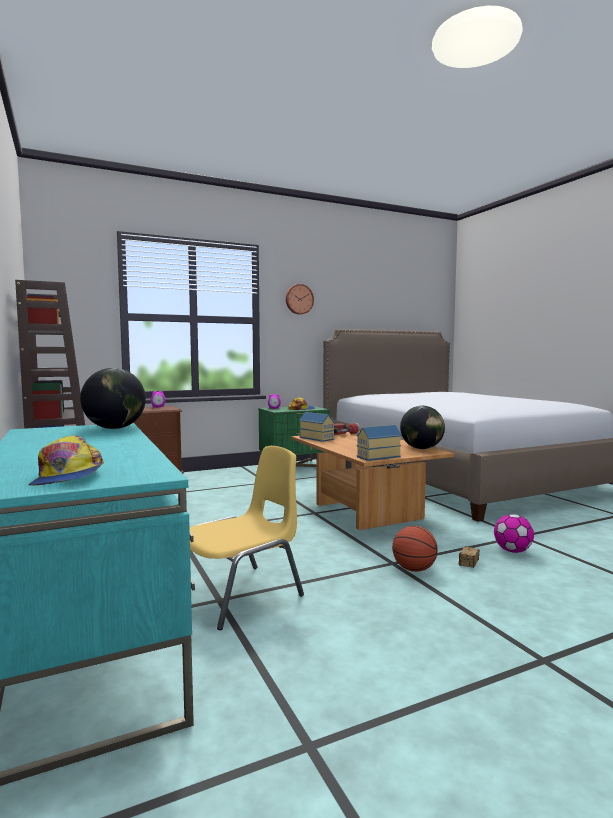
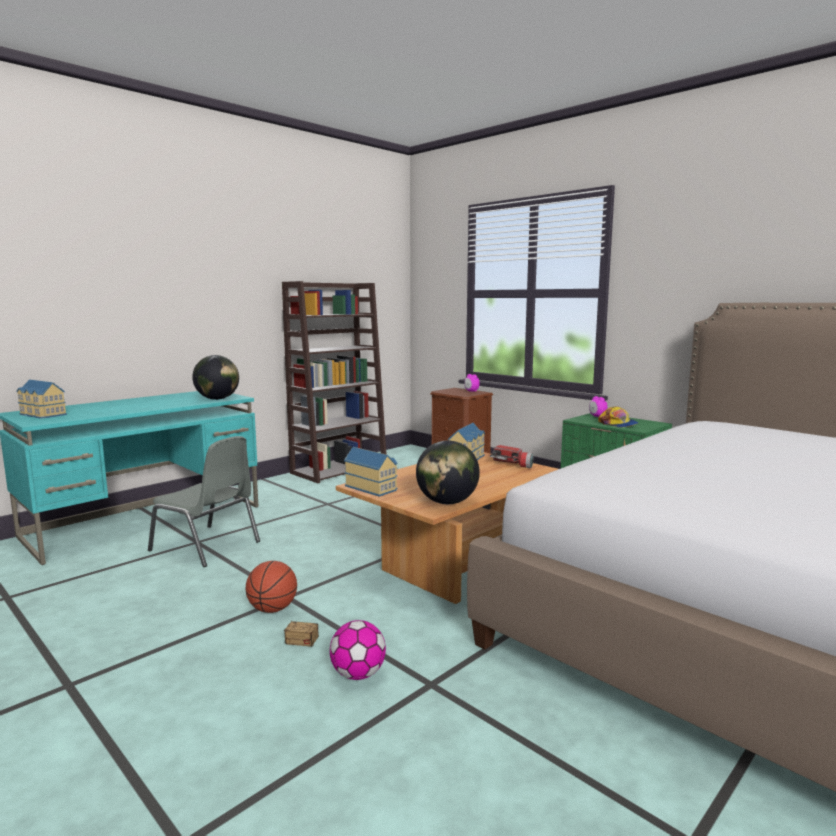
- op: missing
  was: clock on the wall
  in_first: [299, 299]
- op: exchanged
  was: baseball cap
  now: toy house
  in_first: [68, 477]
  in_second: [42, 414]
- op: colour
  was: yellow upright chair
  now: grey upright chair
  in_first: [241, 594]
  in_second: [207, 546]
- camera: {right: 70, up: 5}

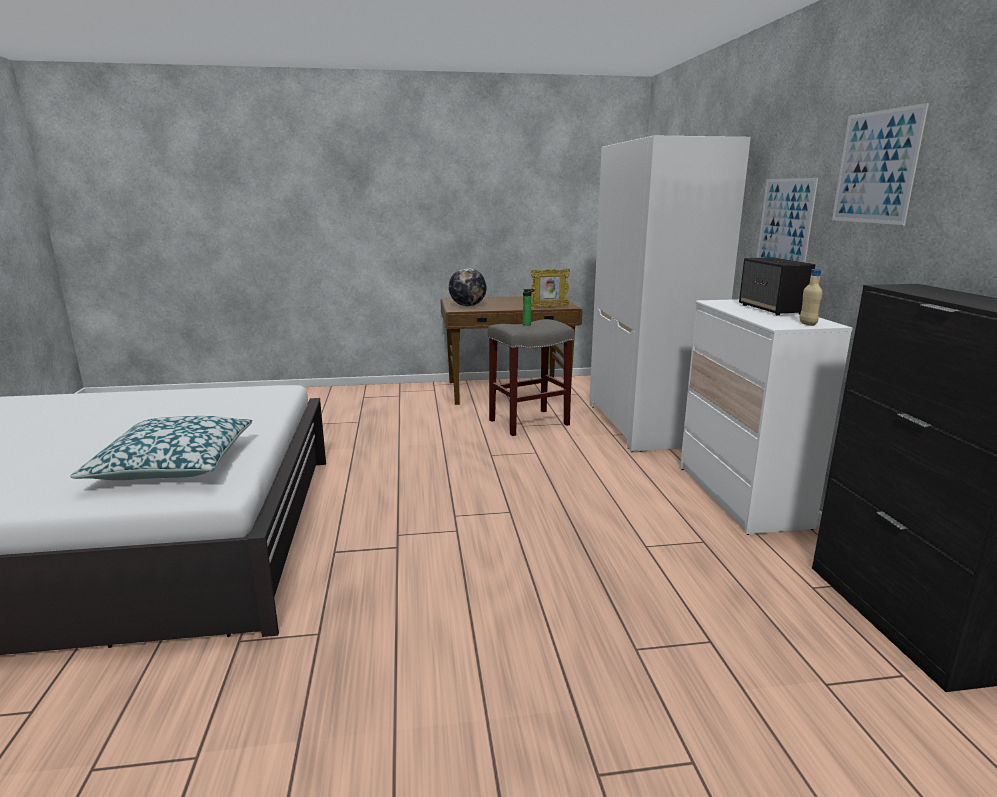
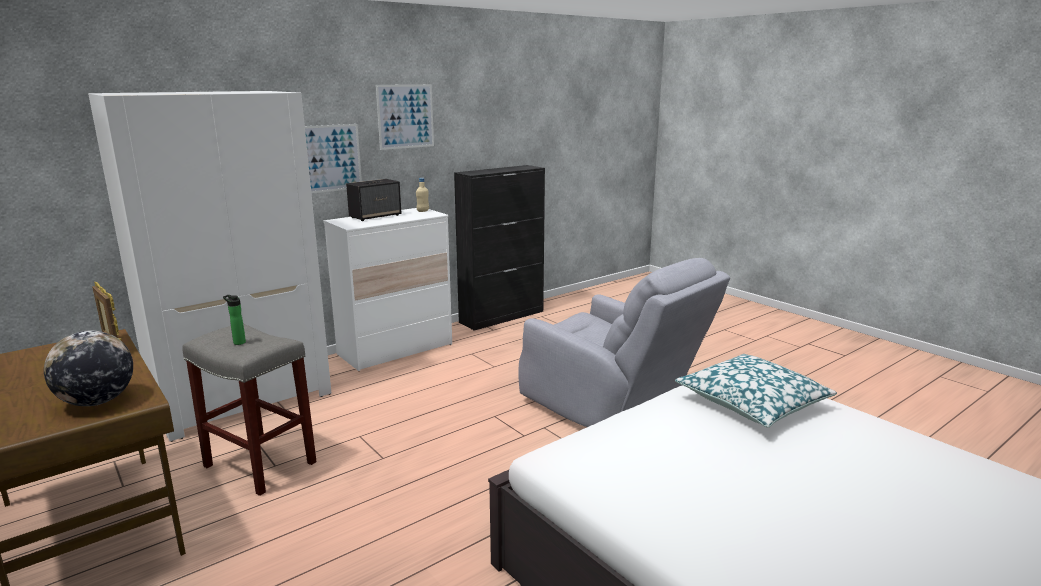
- op: appeared
  now: grey lounge chair
  in_second: [612, 408]
- camera: {right: -120, up: 0}

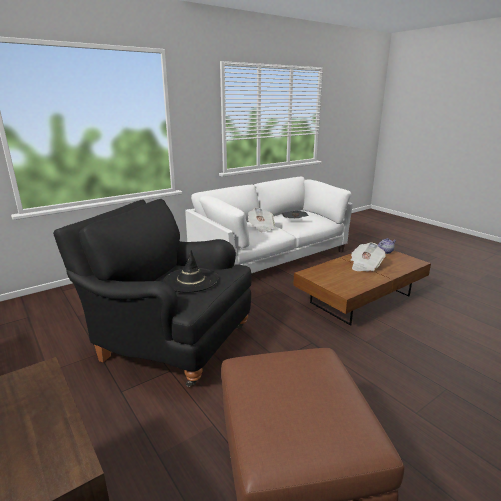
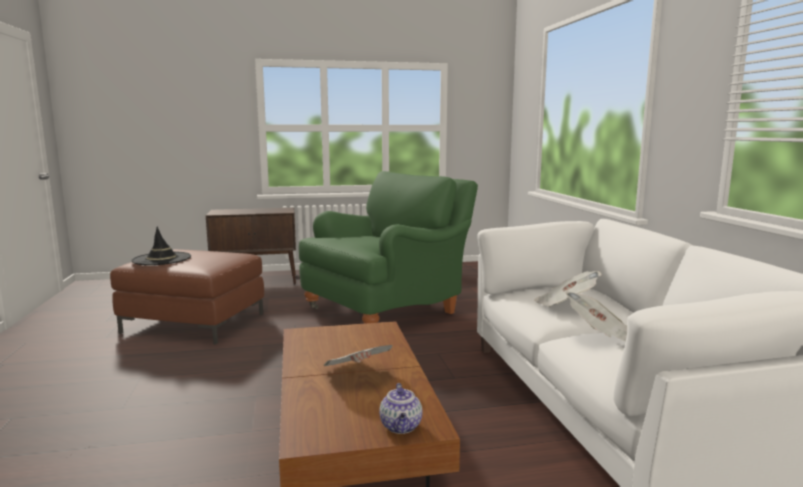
- op: colour
  was: blackish lounge chair
  now: green-coloured lounge chair
  in_first: [169, 340]
  in_second: [388, 309]
- op: relocated
  was: blackish clothing hat
  in_first: [191, 280]
  in_second: [162, 259]
- camera: {right: 115, up: -10}

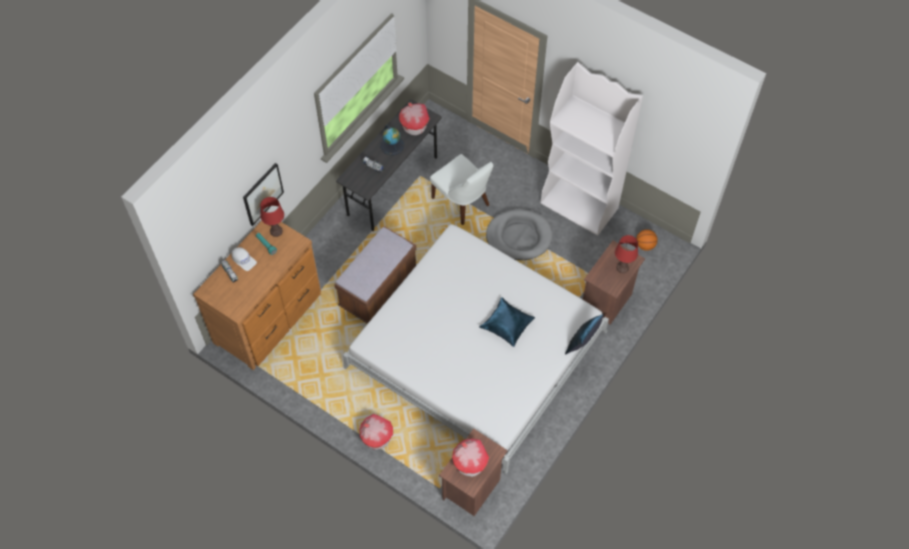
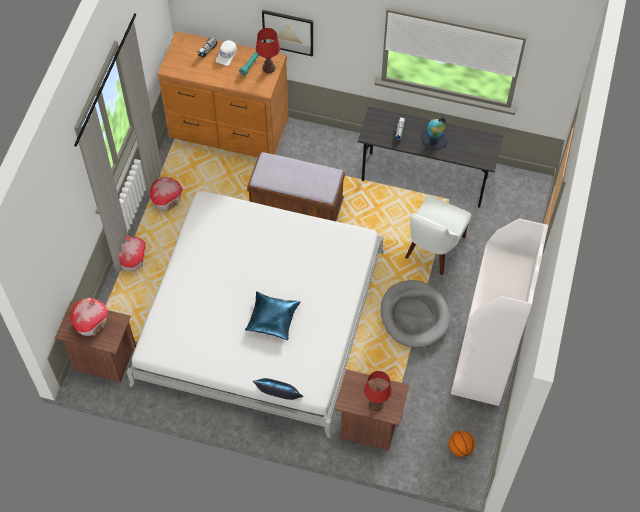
- op: relocated
  was: toy house
  in_first: [414, 126]
  in_second: [167, 200]
- camera: {right: 70, up: 0}

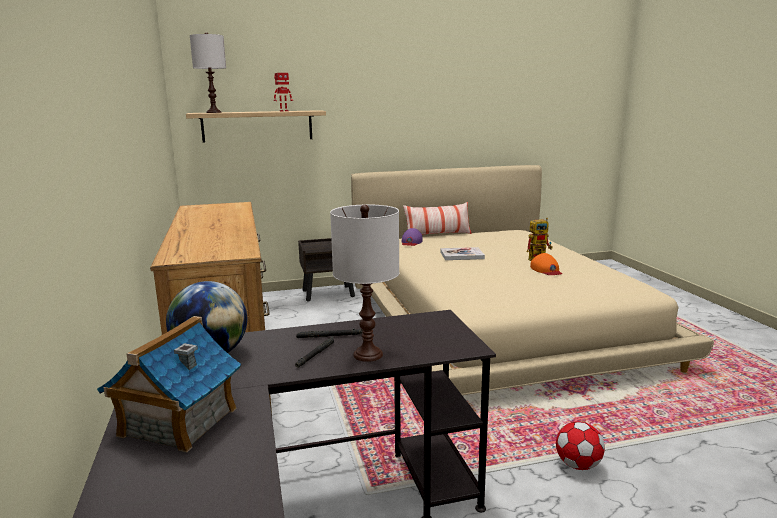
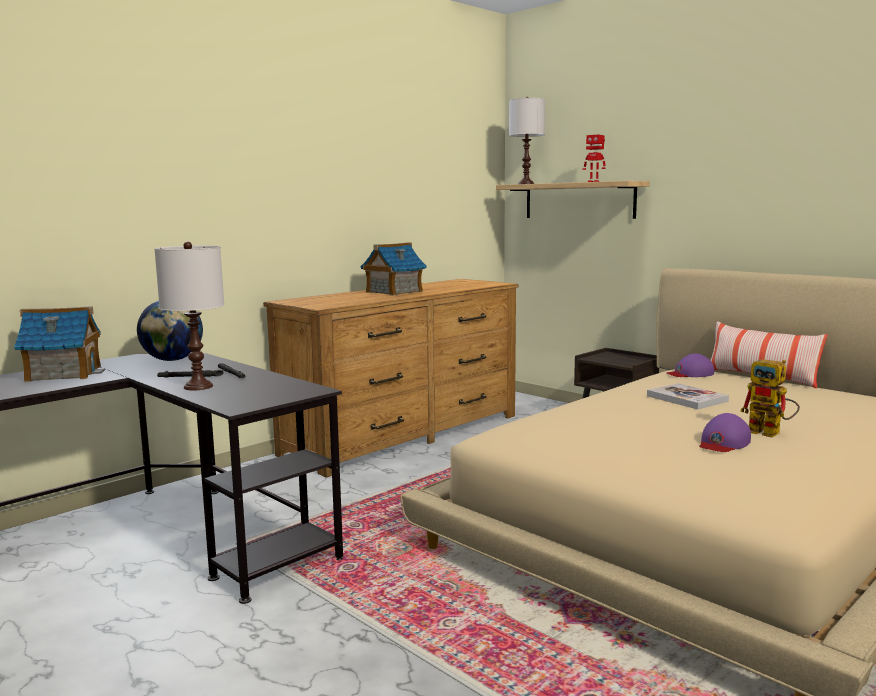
- op: colour
  was: orangey baseball cap
  now: purple baseball cap
  in_first: [546, 270]
  in_second: [723, 442]
- op: missing
  was: ball for football
  in_first: [578, 465]
- op: appeared
  now: toy house
  in_second: [393, 292]
- camera: {right: 60, up: -5}

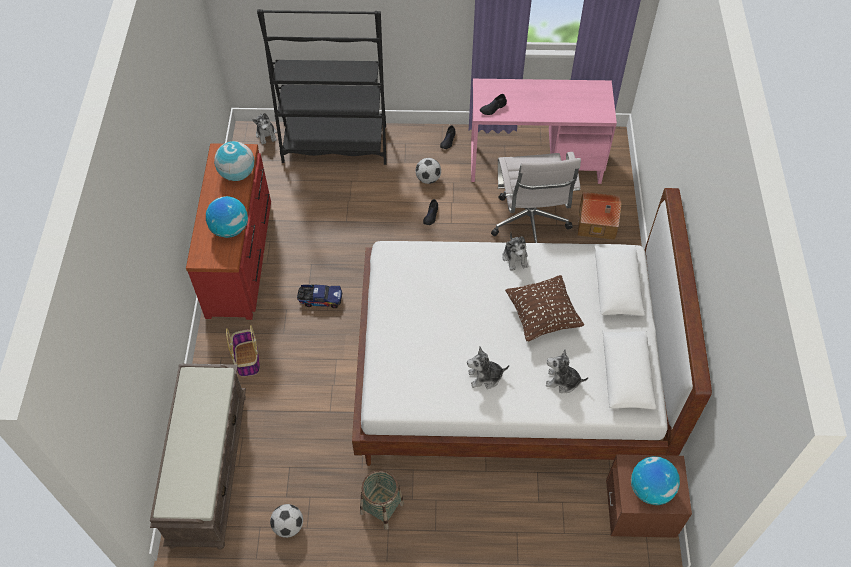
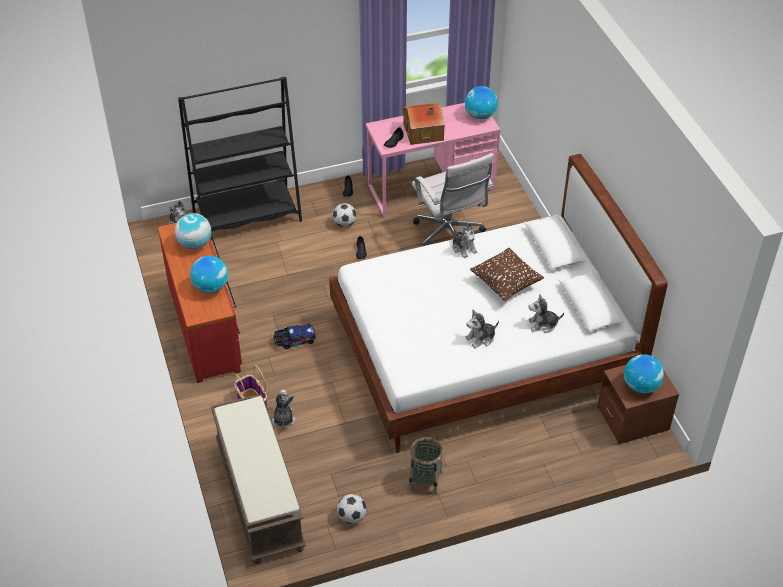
- op: relocated
  was: toy house
  in_first: [597, 223]
  in_second: [424, 132]
- op: appeared
  now: world globe
  in_second: [480, 115]
- op: appeared
  now: soft toy
  in_second: [283, 419]
- camera: {right: -20, up: -10}

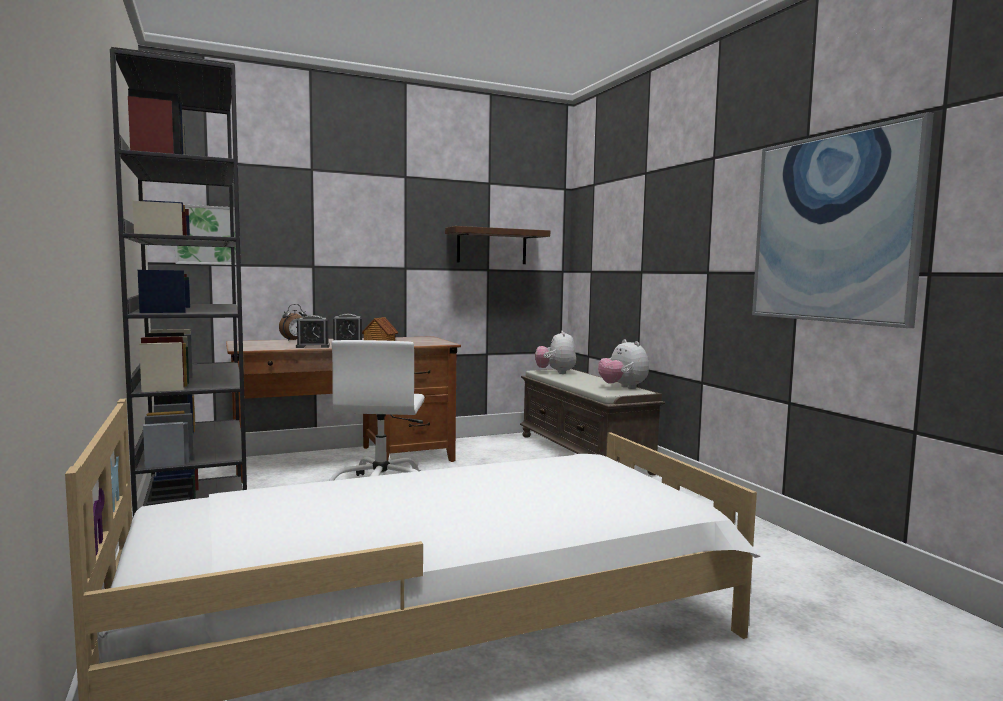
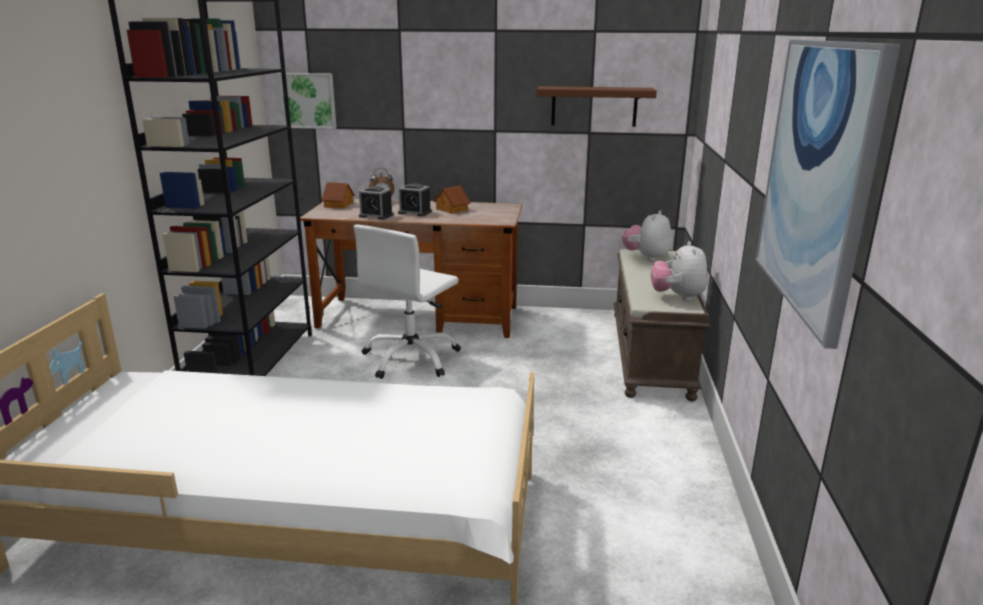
- op: appeared
  now: toy house
  in_second: [339, 205]
- camera: {right: 30, up: 15}

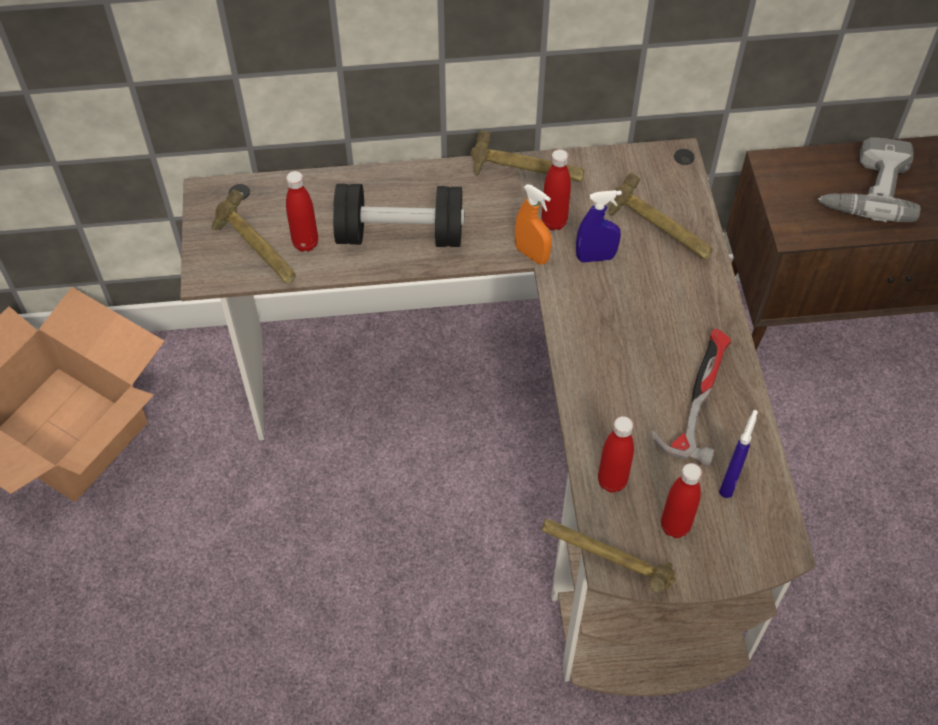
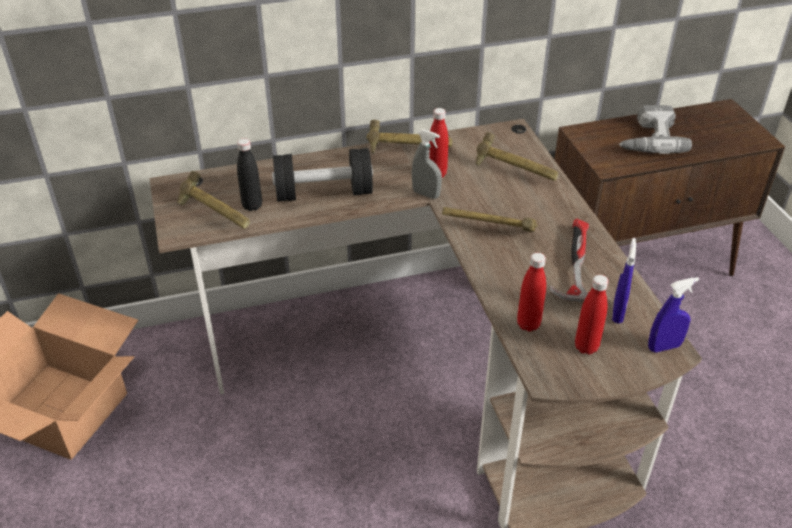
- op: colour
  was: red drink bottle
  now: blackish drink bottle
  in_first: [305, 243]
  in_second: [252, 206]
- op: colour
  was: orangey spray bottle
  now: grey spray bottle
  in_first: [532, 254]
  in_second: [426, 194]
- op: relocated
  was: blue spray bottle
  in_first: [595, 257]
  in_second: [664, 347]
- op: relocated
  was: hammer
  in_first: [606, 561]
  in_second: [488, 229]
- camera: {right: -10, up: -15}

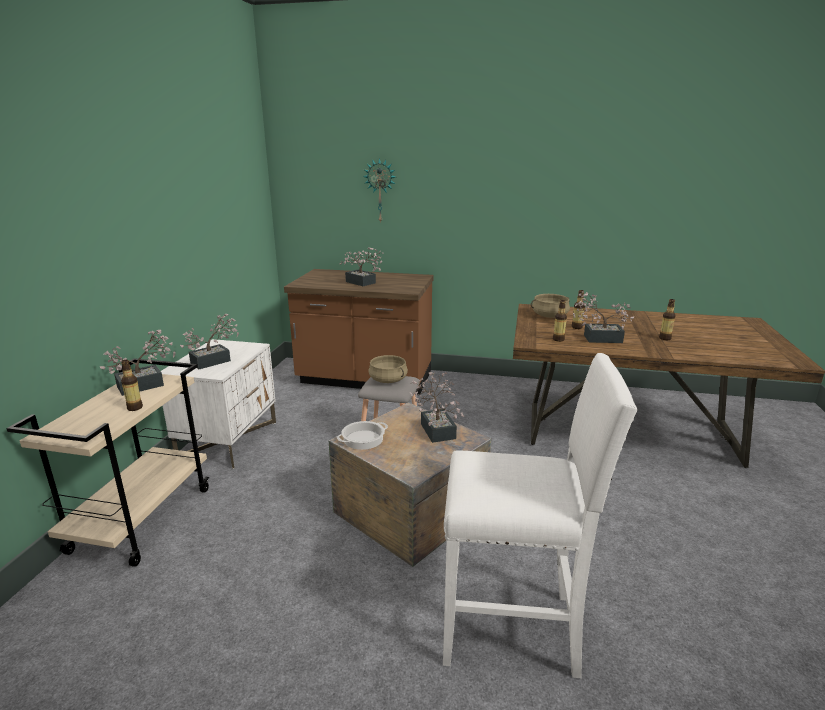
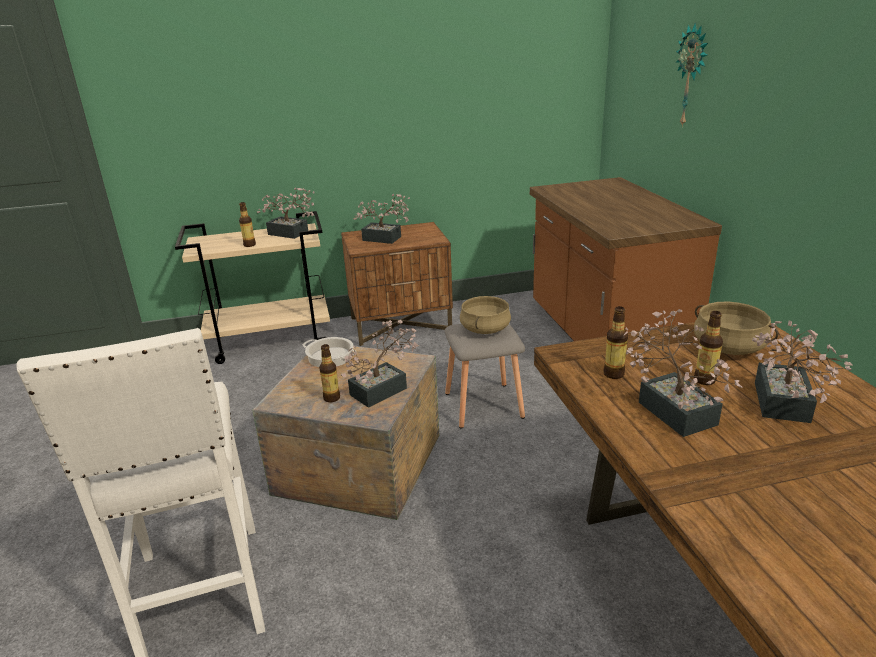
- op: relocated
  was: houseplant
  in_first: [362, 283]
  in_second: [781, 406]
- op: relocated
  was: drink bottle
  in_first: [665, 338]
  in_second: [332, 398]
- op: colour
  was: white nightstand
  now: brown-coloured nightstand
  in_first: [229, 440]
  in_second: [401, 325]
- camera: {right: 65, up: 5}

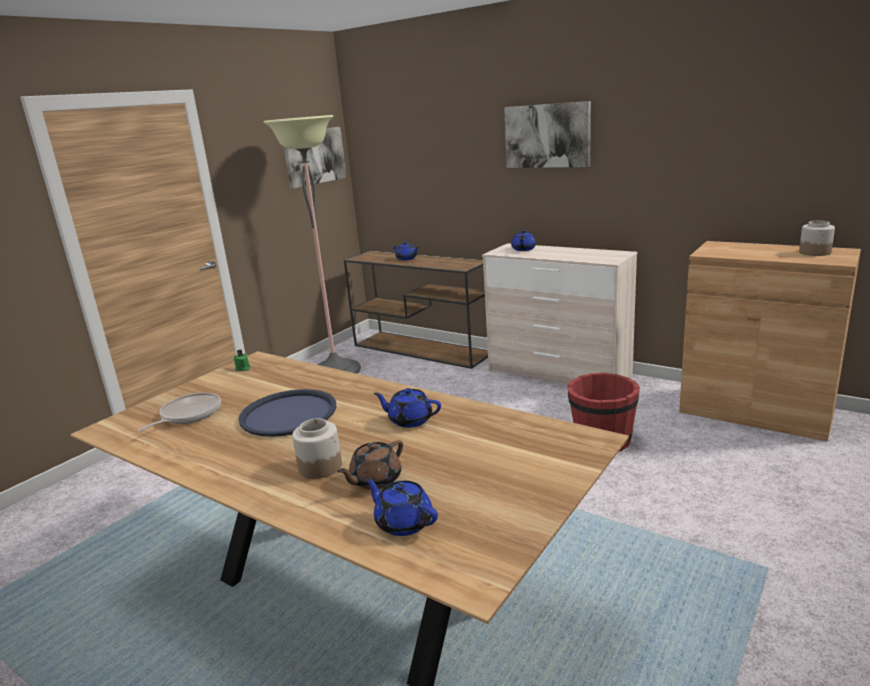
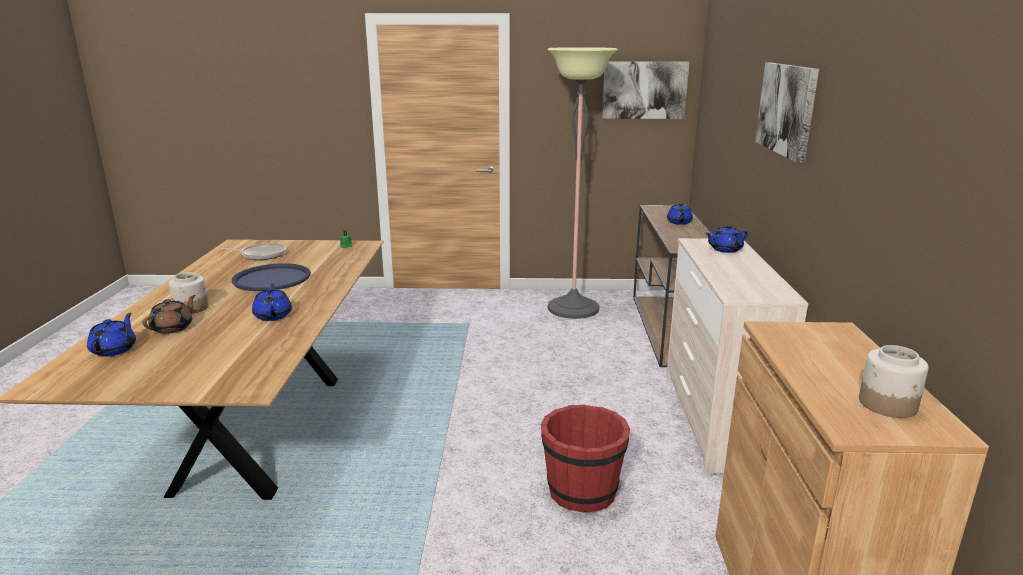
- op: spun
  was: brown-coloured teapot
  in_first: [375, 480]
  in_second: [173, 328]
  clockwise: 105
- camera: {right: 55, up: 0}

